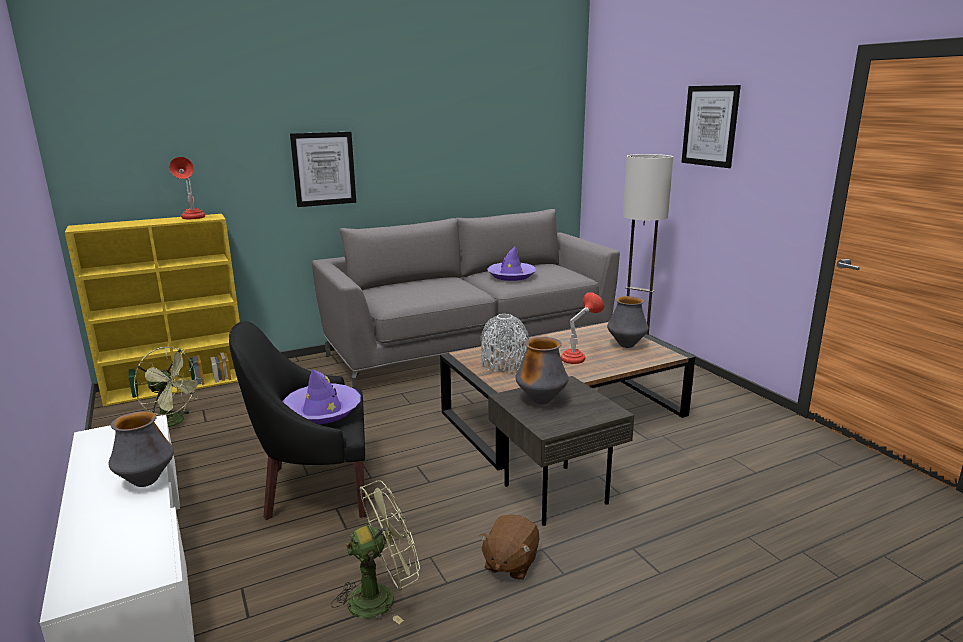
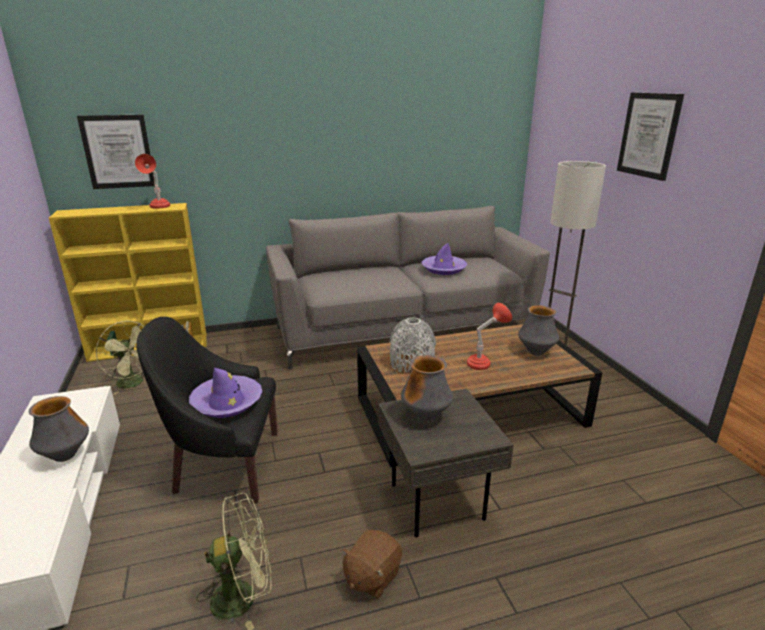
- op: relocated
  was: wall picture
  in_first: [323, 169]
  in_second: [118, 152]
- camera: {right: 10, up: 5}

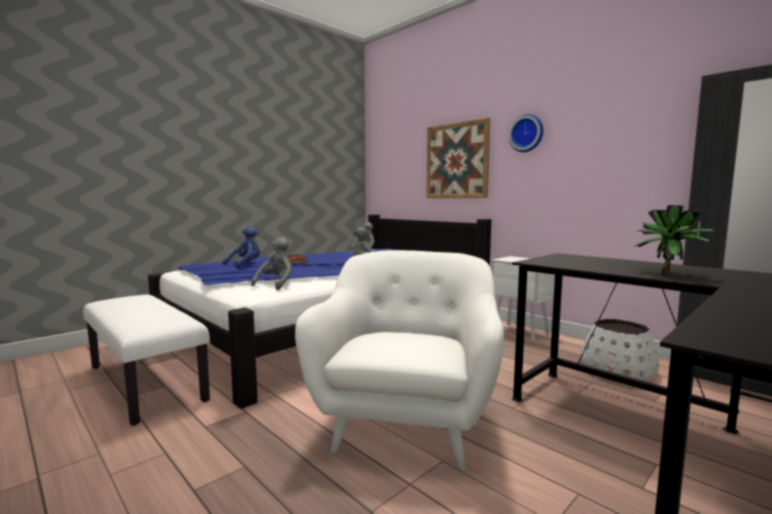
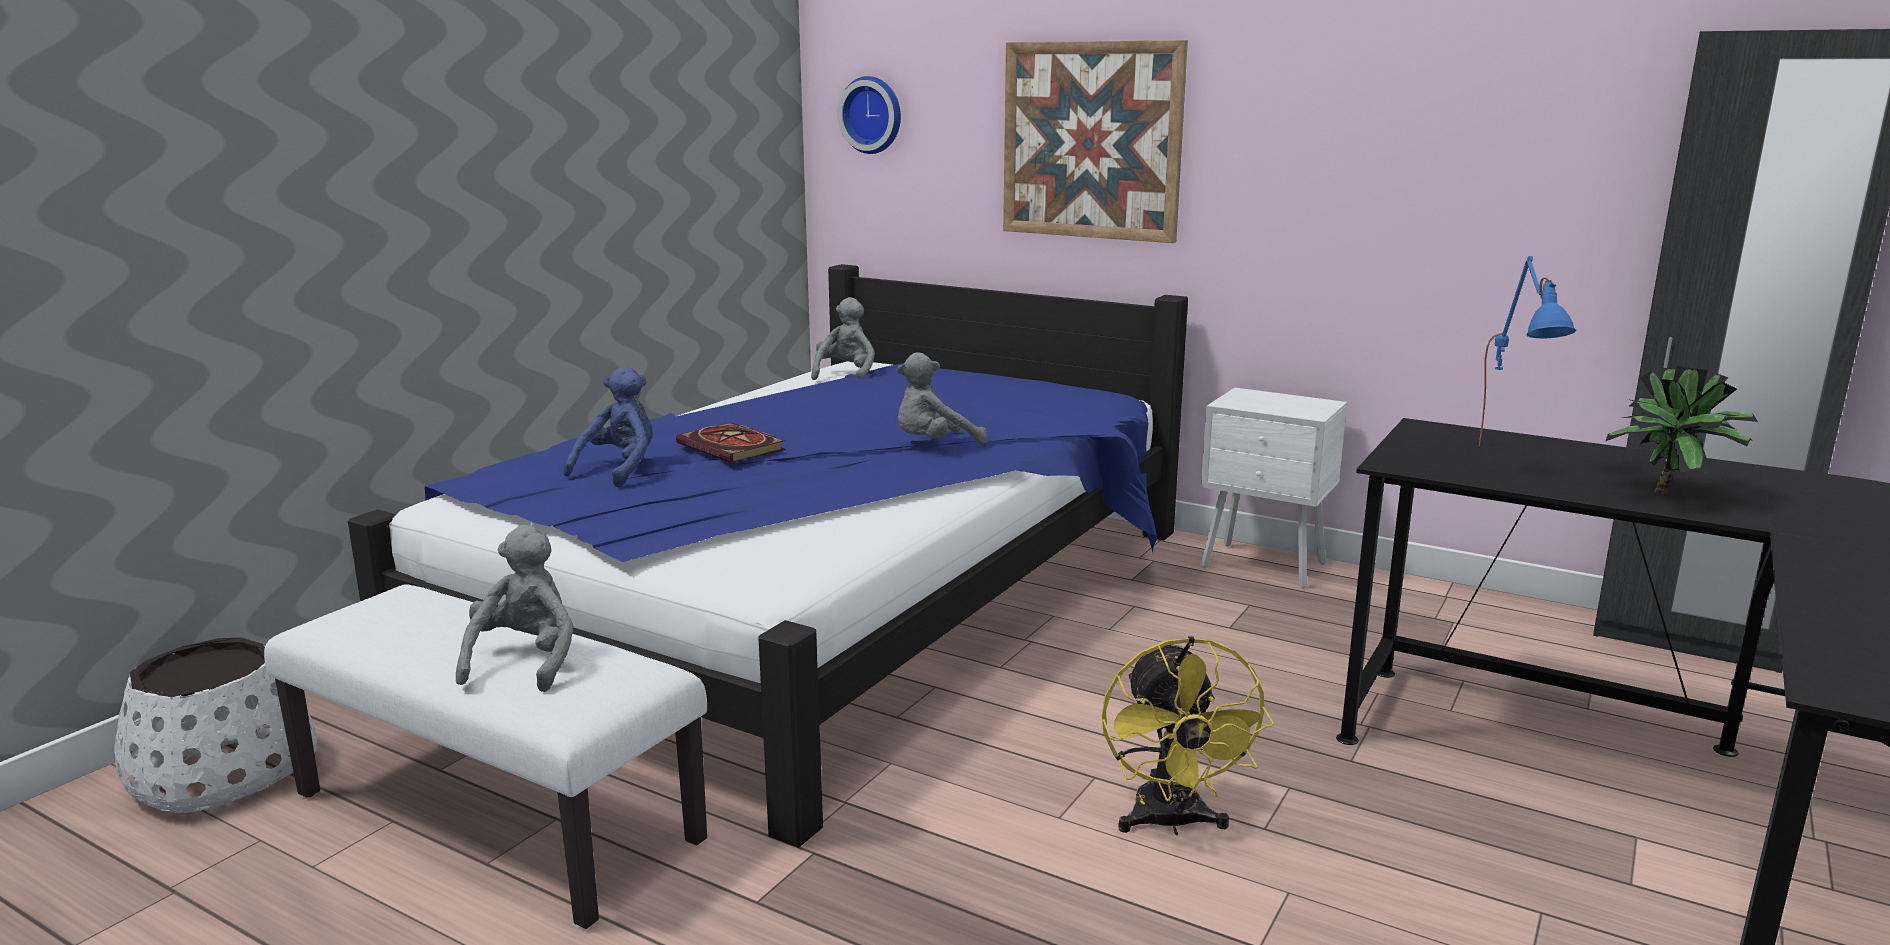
- op: relocated
  was: clock on the wall
  in_first: [527, 133]
  in_second: [873, 115]
- op: relocated
  was: grey soft toy
  in_first: [277, 284]
  in_second: [525, 662]
- op: exchanged
  was: white lounge chair
  now: yellow fan
  in_first: [407, 422]
  in_second: [1171, 823]
- op: relocated
  was: white plant pot
  in_first: [617, 371]
  in_second: [222, 772]
- op: appeared
  now: blue tabletop lamp
  in_second: [1511, 459]
- camera: {right: -15, up: 10}

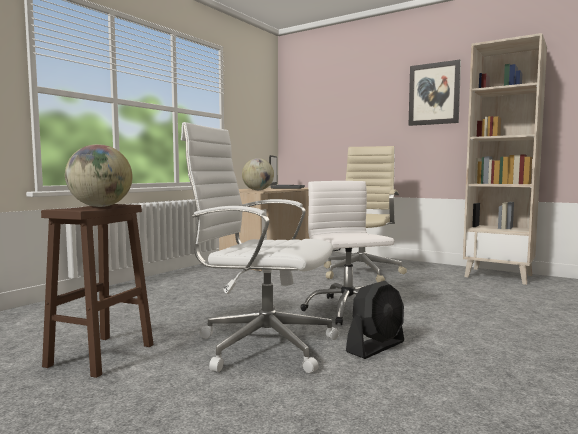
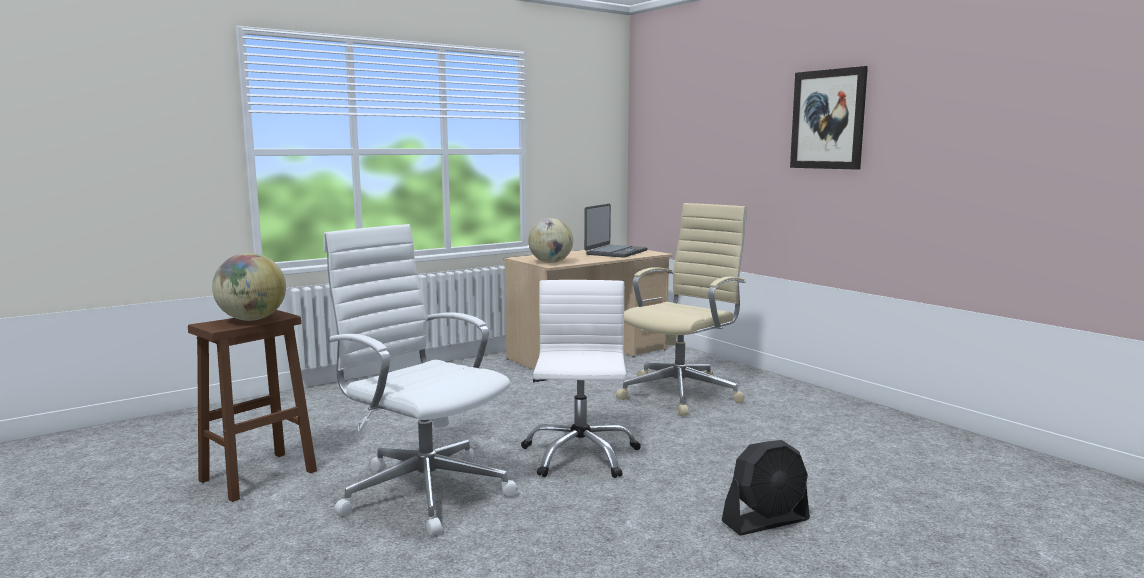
- op: missing
  was: beige-coloured bookcase
  in_first: [499, 276]
- op: relocated
  was: blackish fan
  in_first: [376, 347]
  in_second: [766, 521]
- camera: {right: 20, up: 5}

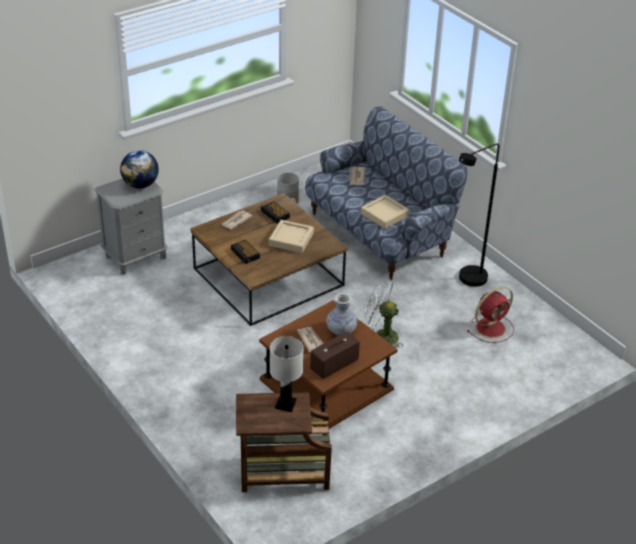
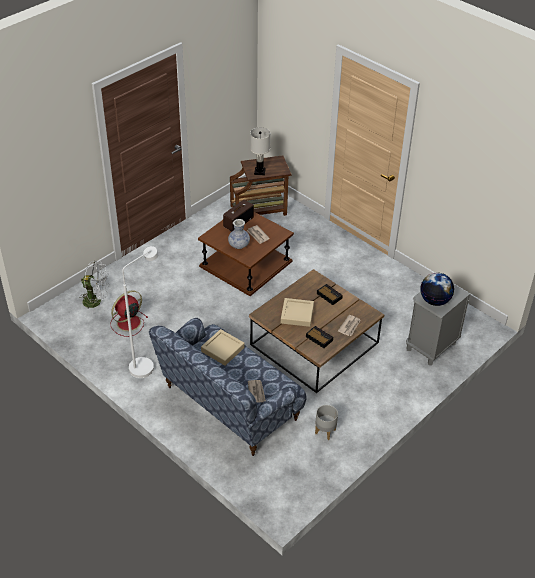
- op: colour
  was: blackish standing lamp
  now: white standing lamp
  in_first: [467, 281]
  in_second: [146, 364]
- op: relocated
  was: white fan
  in_first: [380, 336]
  in_second: [96, 301]
- camera: {right: 170, up: 5}

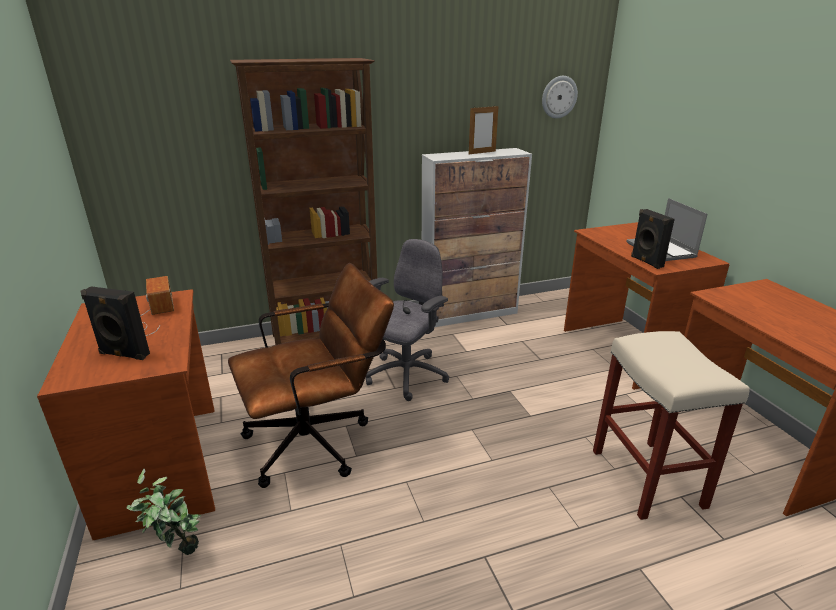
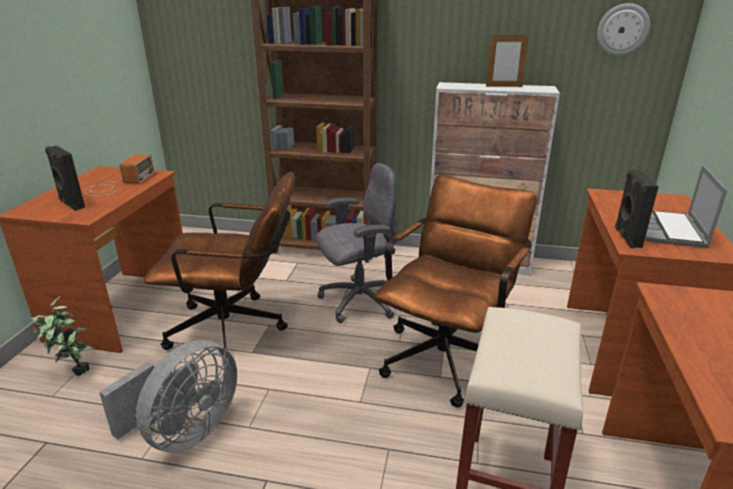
- op: appeared
  now: brown-coloured computer chair
  in_second: [447, 354]
- op: appeared
  now: grey fan
  in_second: [185, 432]
- camera: {right: 30, up: 0}

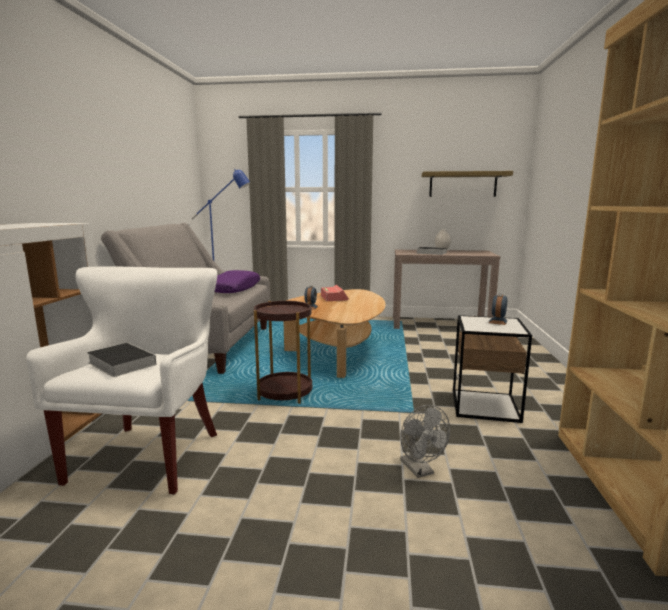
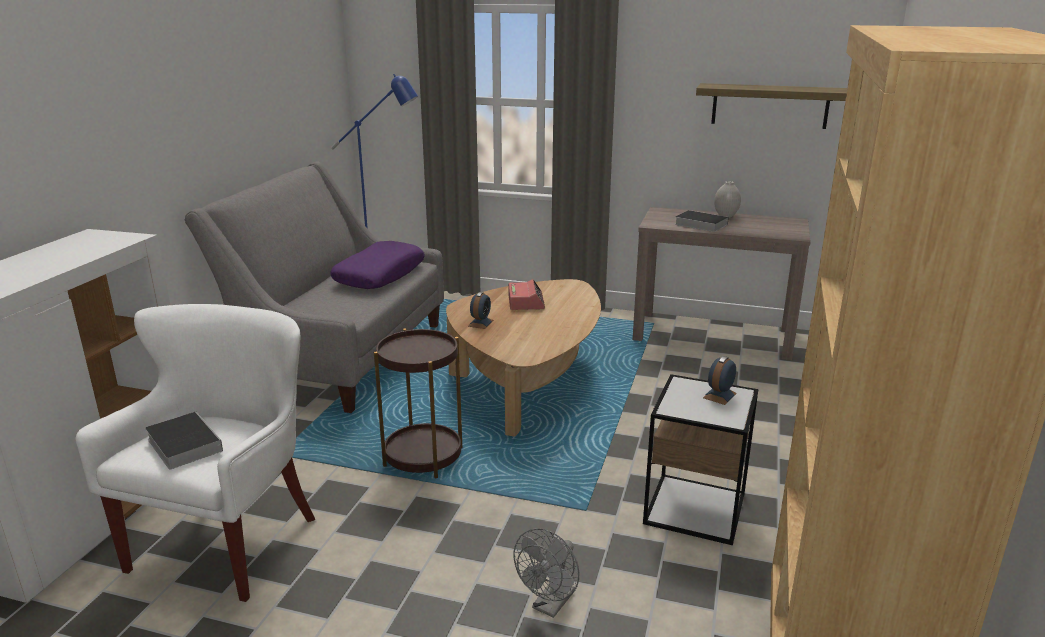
- op: spun
  was: grey fan
  in_first: [420, 470]
  in_second: [550, 605]
  clockwise: 45
- camera: {right: 10, up: 10}

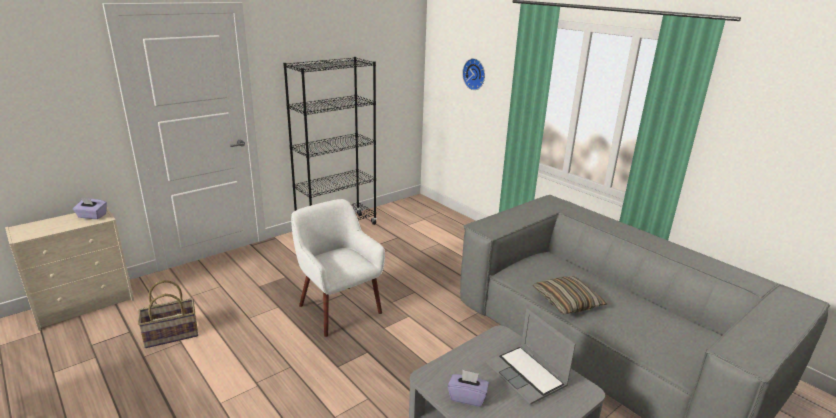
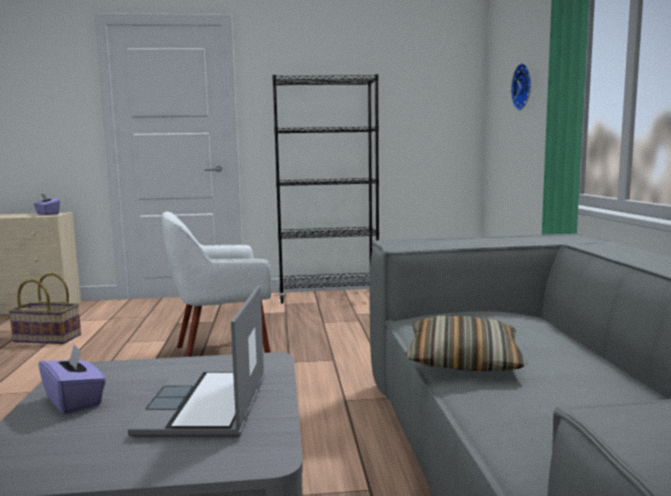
- op: spun
  was: white lounge chair
  in_first: [338, 309]
  in_second: [220, 354]
  clockwise: -105
- camera: {right: 35, up: -15}

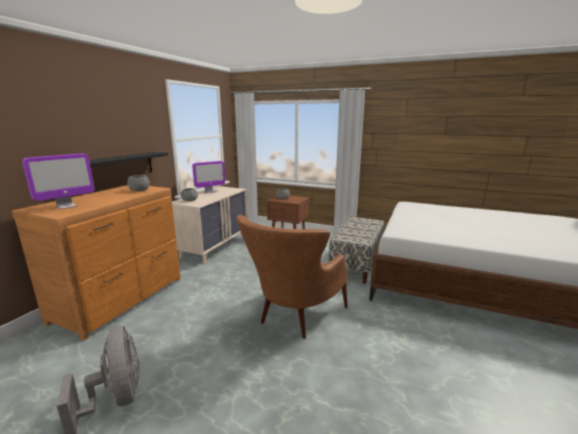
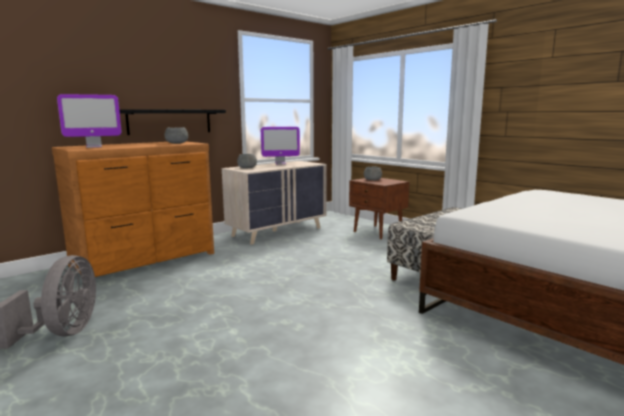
- op: missing
  was: brown-coloured lounge chair
  in_first: [293, 318]
- camera: {right: 25, up: -5}

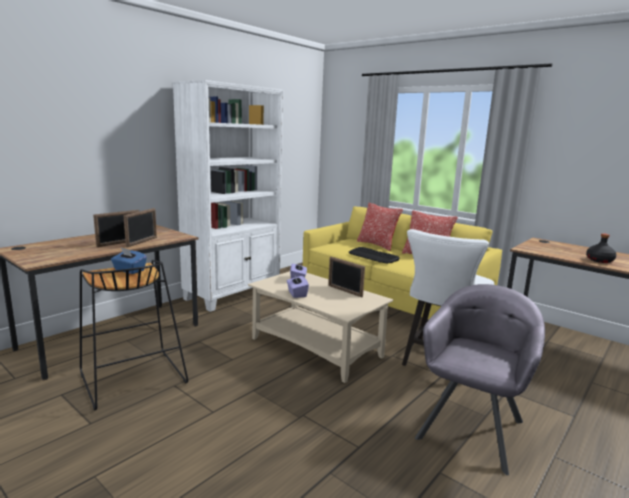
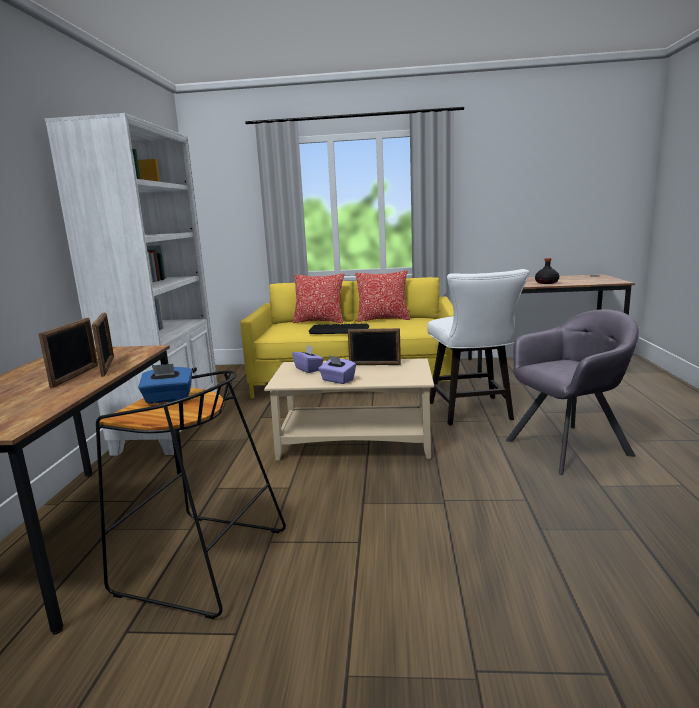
- op: spun
  was: grey lounge chair
  in_first: [471, 429]
  in_second: [569, 447]
  clockwise: 75
- camera: {right: -35, up: 0}

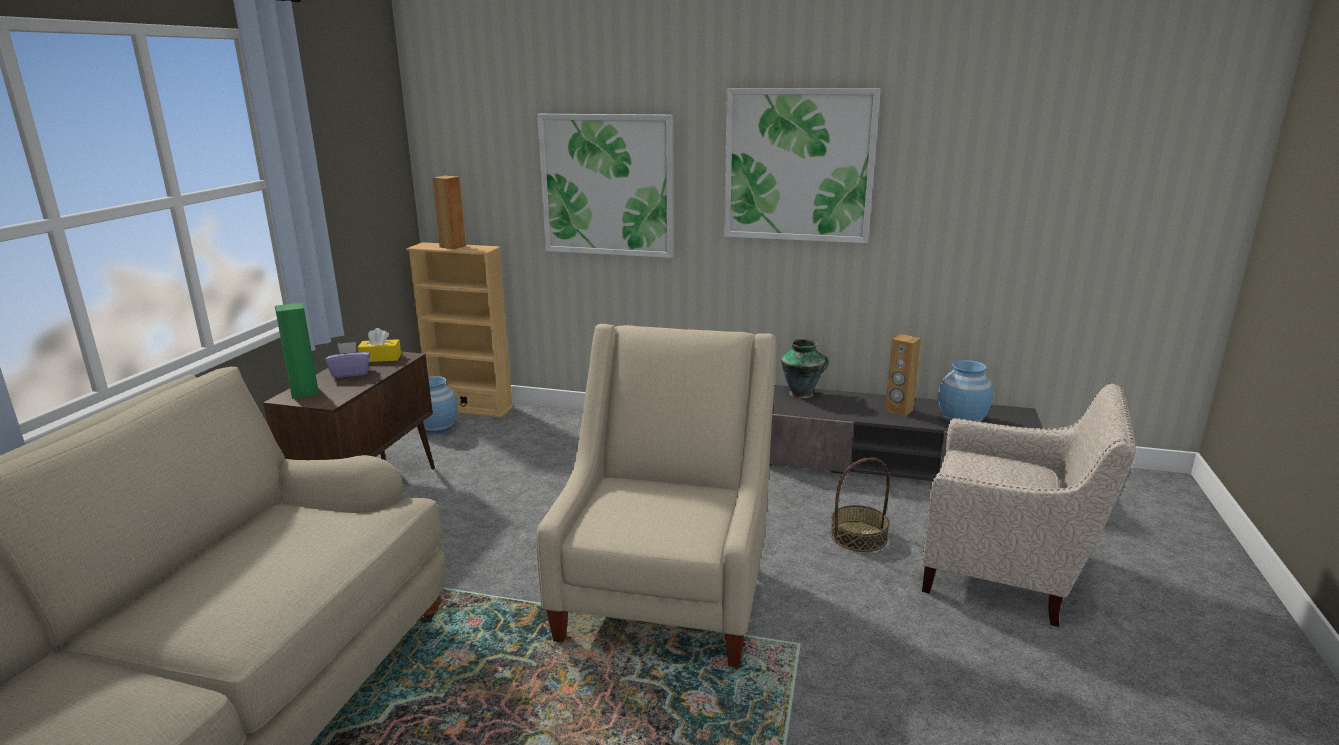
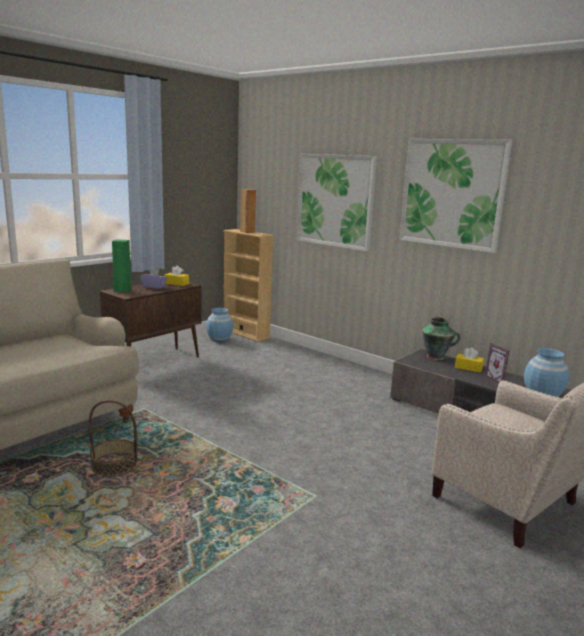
- op: missing
  was: beige-coloured lounge chair
  in_first: [666, 592]
- op: exchanged
  was: brown-coloured loudspeaker
  now: photo frame
  in_first: [899, 410]
  in_second: [498, 380]
- op: relocated
  was: storage basket
  in_first: [858, 536]
  in_second: [114, 464]
- op: appeared
  now: yellow tissue box
  in_second: [468, 368]
- camera: {right: 25, up: -5}

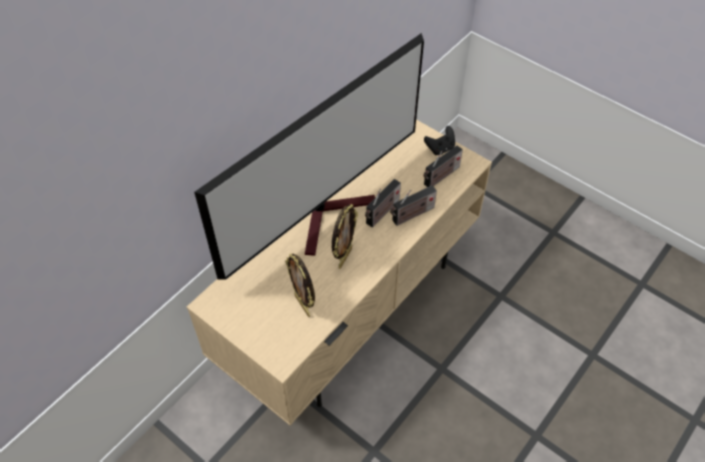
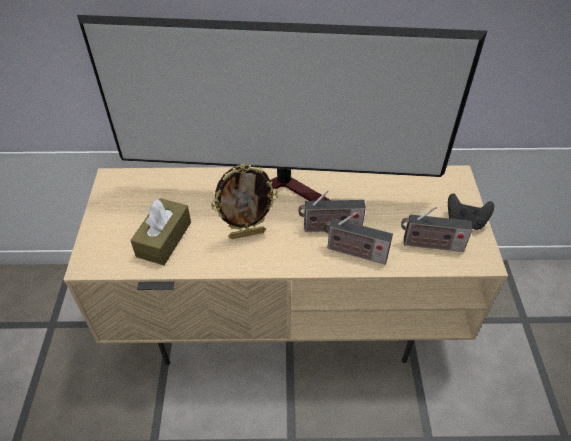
- op: exchanged
  was: photo frame
  now: brown-coloured tissue box
  in_first: [303, 305]
  in_second: [164, 239]
- camera: {right: 50, up: -5}

